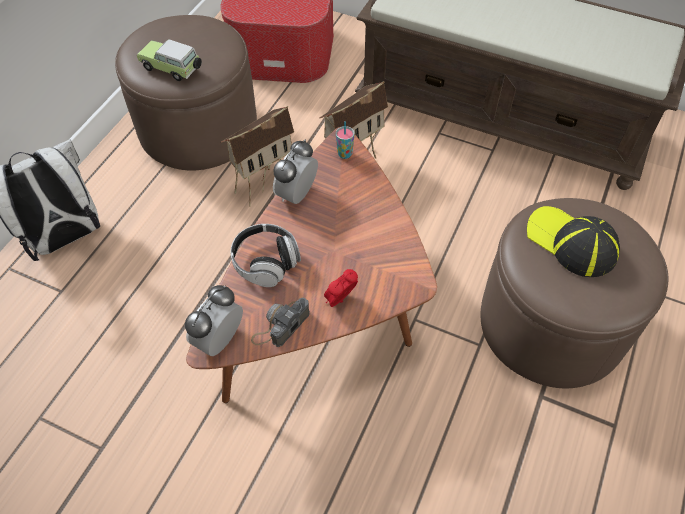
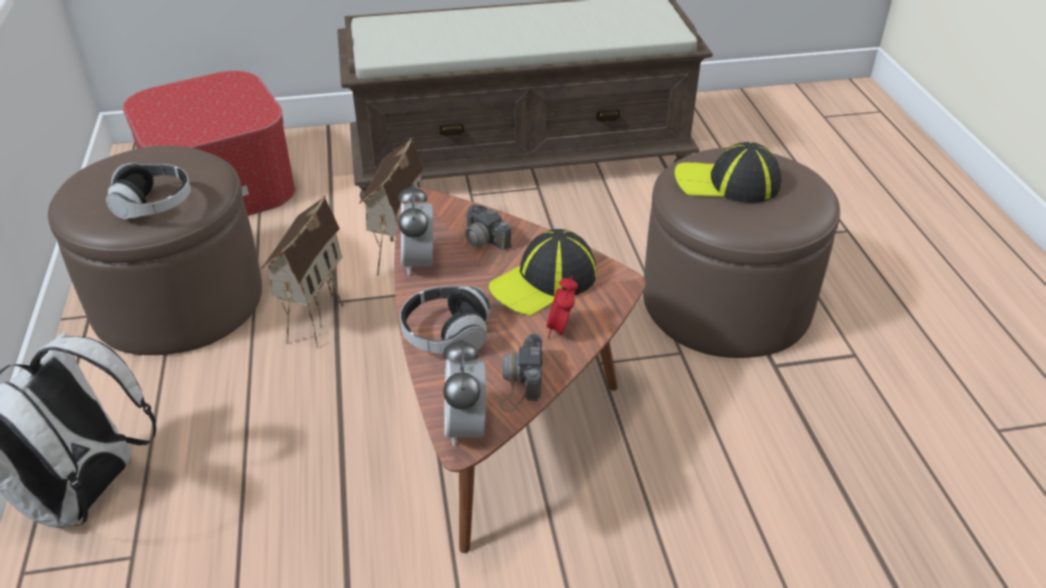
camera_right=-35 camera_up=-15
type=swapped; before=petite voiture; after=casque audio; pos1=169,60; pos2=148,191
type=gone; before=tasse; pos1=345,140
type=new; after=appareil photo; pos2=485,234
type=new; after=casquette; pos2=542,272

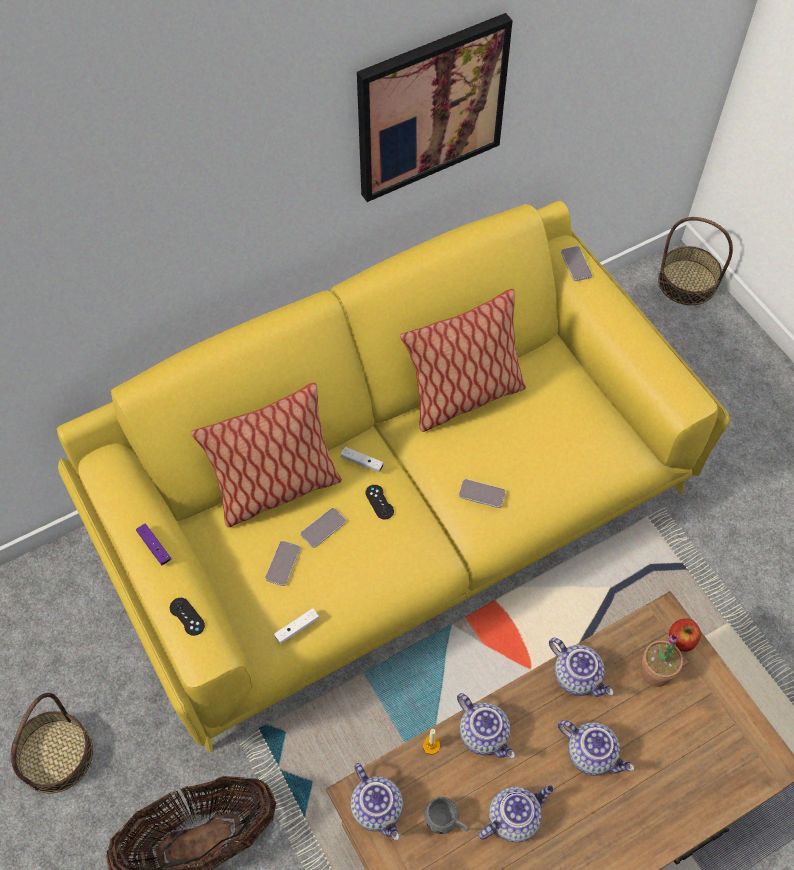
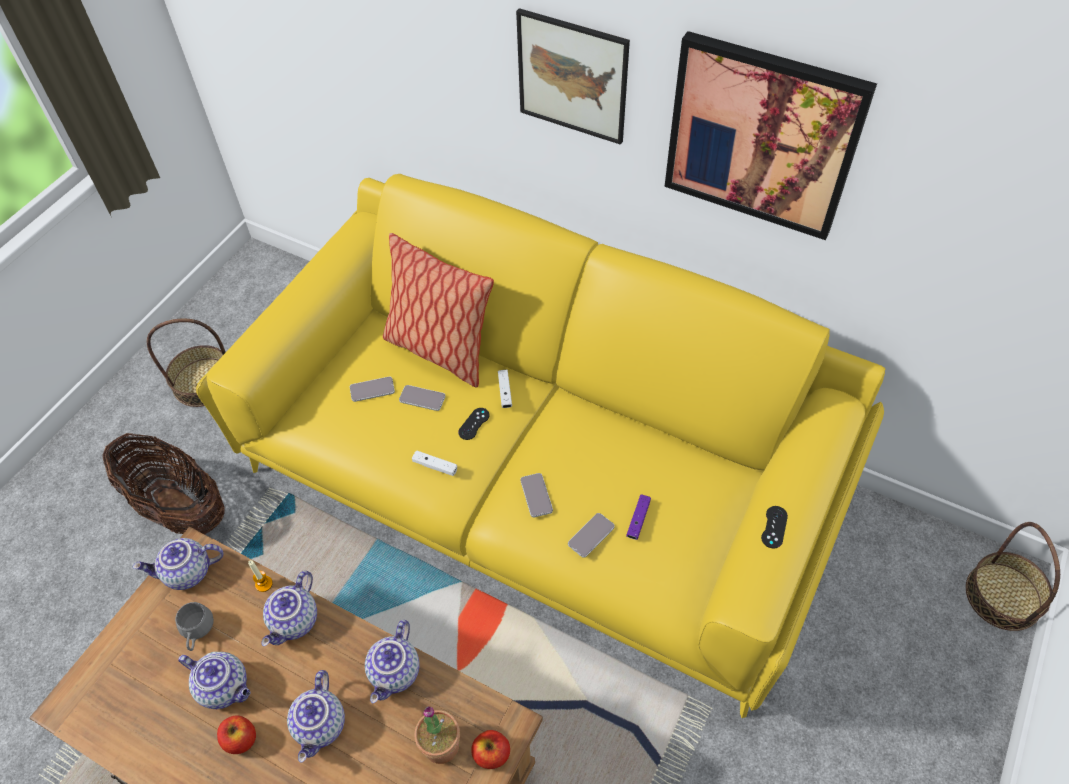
camera_right=60 camera_up=-5
type=shifted; before=téléphone; pos1=576,263; pos2=591,535
type=gone; before=coussin; pos1=463,360
type=shifted; before=manette [violet]; pos1=153,544; pos2=638,517
type=shifted; before=manette [noir]; pos1=187,617; pos2=774,527
type=shifted; before=manette [blanc]; pos1=296,626; pos2=434,463
type=rotated; before=théière; pos1=377,802; pos2=178,564; turn=45
type=new; after=tableau; pos2=573,76
type=new; after=pomme; pos2=236,734

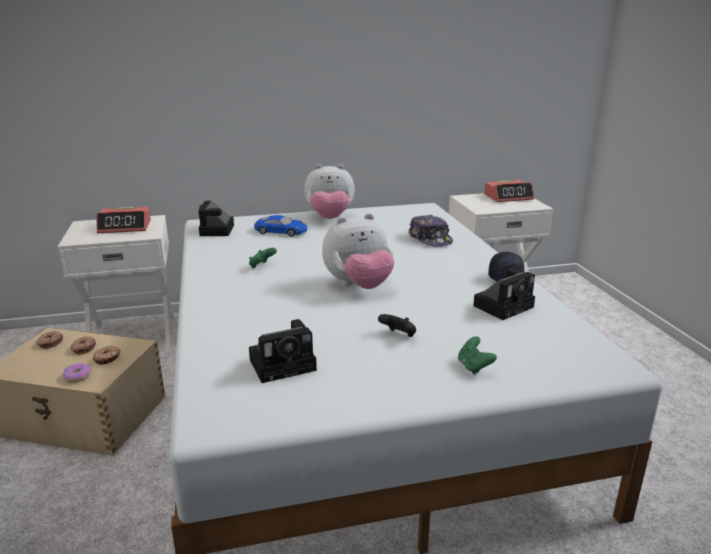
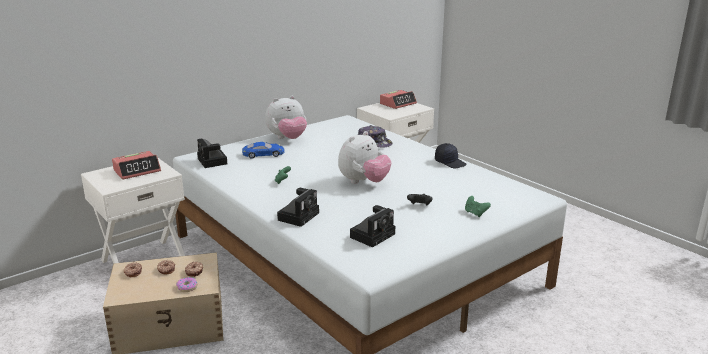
camera_right=-25 camera_up=0
type=shifted; before=appareil photo; pos1=504,294; pos2=298,207

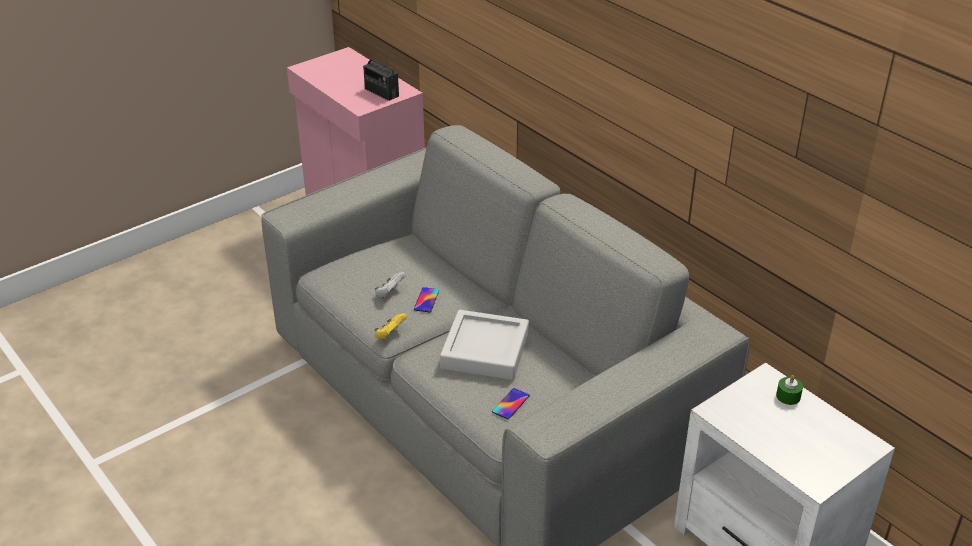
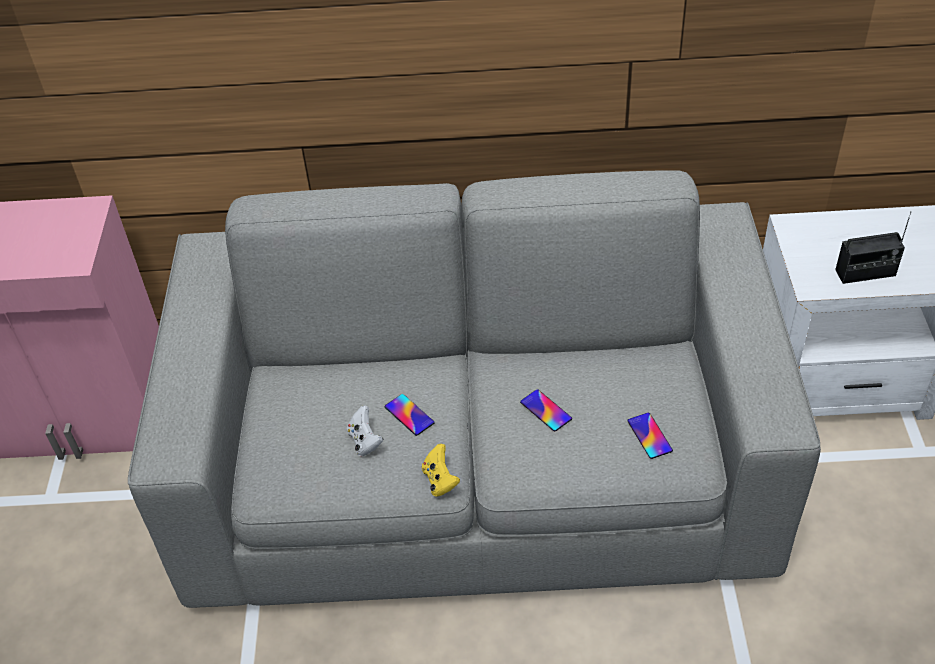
camera_right=-50 camera_up=10
type=shifted; before=radio; pos1=381,75; pos2=873,247
type=swapped; before=plateau [gris]; after=téléphone; pos1=484,345; pos2=546,410
type=gone; before=bougie [vert]; pos1=789,390

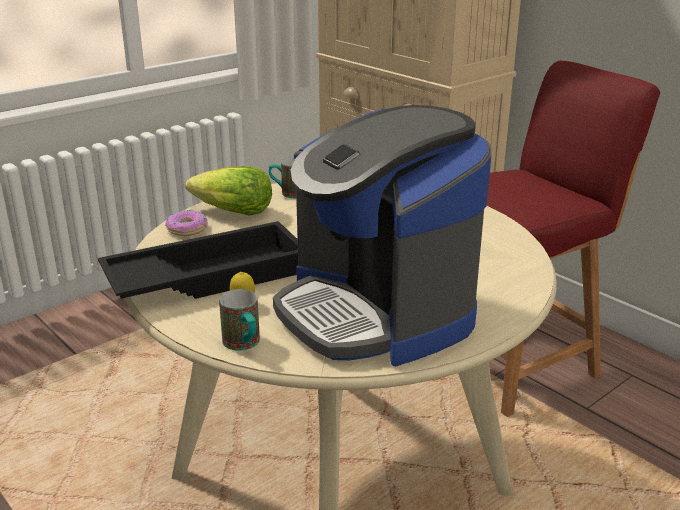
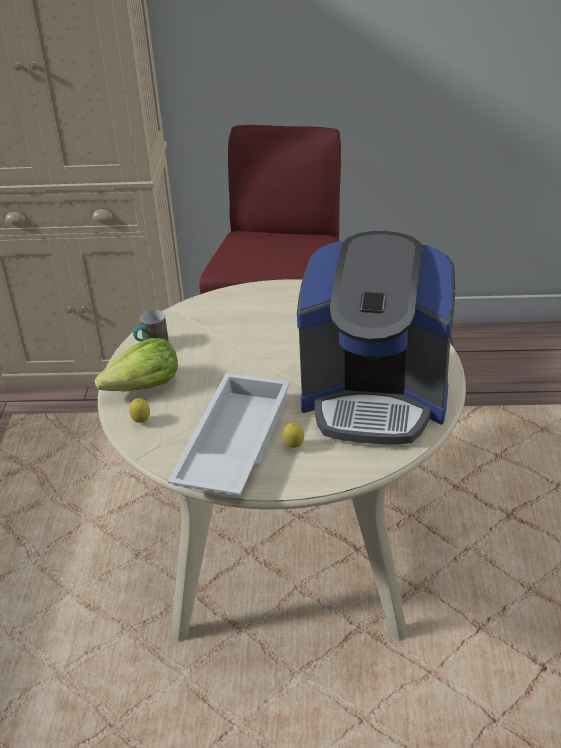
camera_right=-45 camera_up=10
type=swapped; before=beignet; after=citron; pos1=186,223; pos2=139,410
type=repainted; before=plateau [noir]; after=plateau [blanc]; pos1=198,260; pos2=229,434
type=gone; before=mug; pos1=239,320

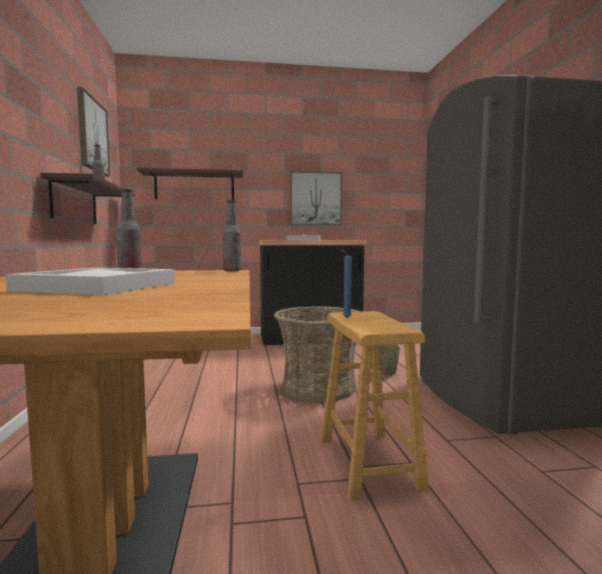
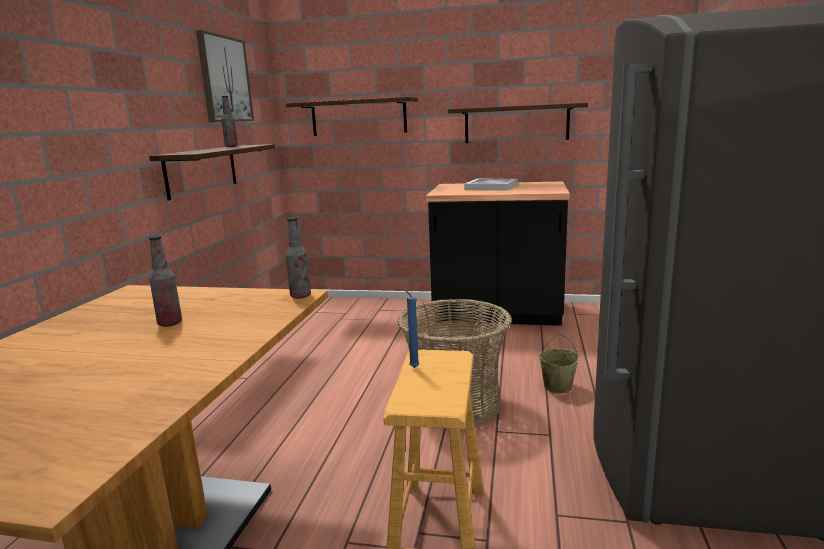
camera_right=20 camera_up=10
type=swapped; before=tableau; after=étagère; pos1=316,198; pos2=518,123
type=gone; before=plateau [blanc]; pos1=90,281

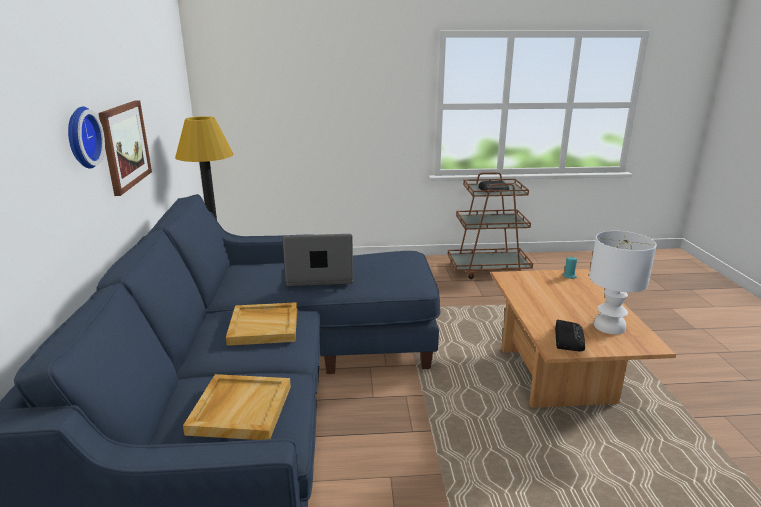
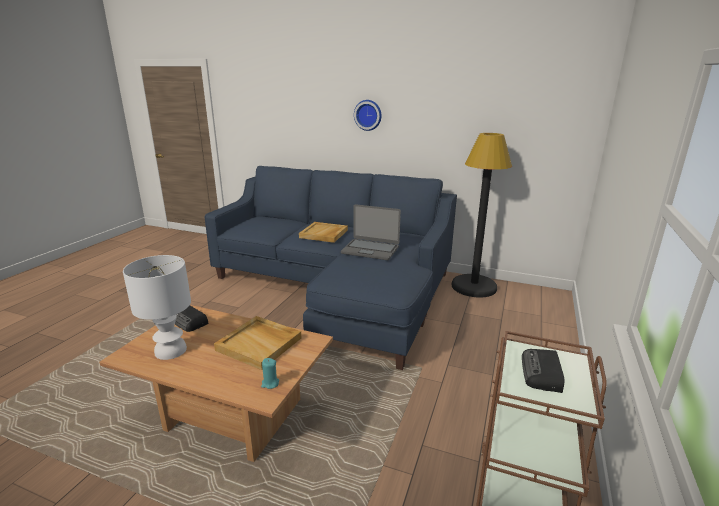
camera_right=115 camera_up=0
type=gone; before=tableau; pos1=125,148
type=rotated; before=ordinateur portable; pos1=318,260; pos2=371,232; turn=90
type=shifted; before=plateau [beige]; pos1=237,407; pos2=258,343

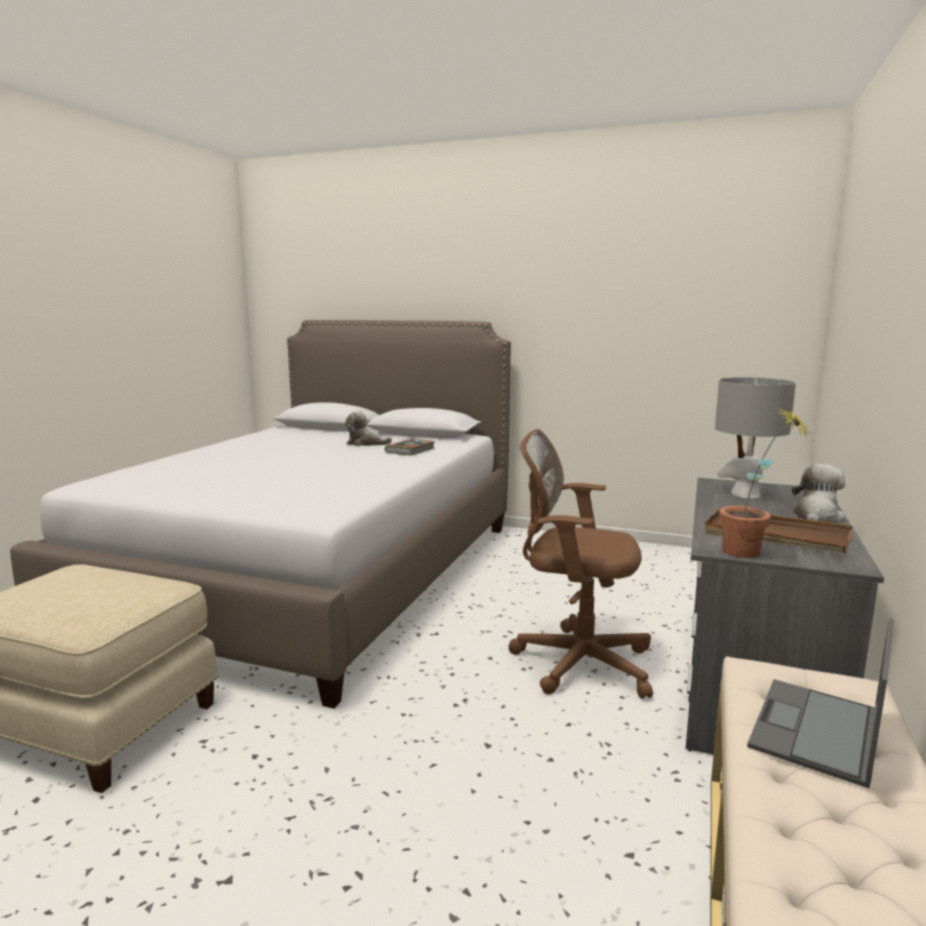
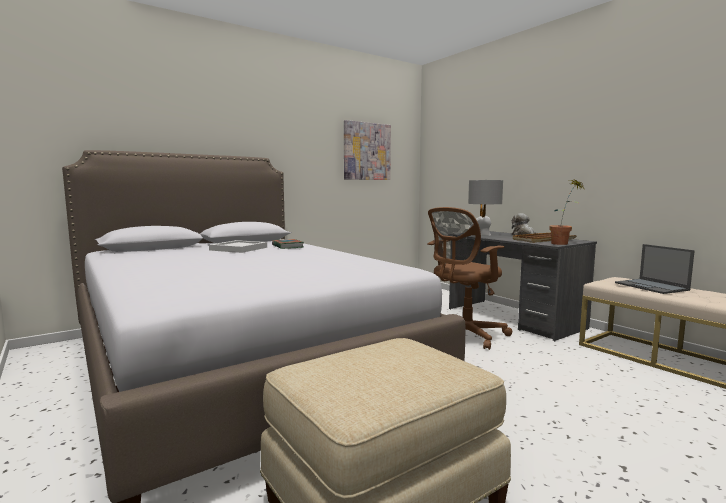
camera_right=-55 camera_up=-5
type=swapped; before=peluche; after=plateau [blanc]; pos1=368,428; pos2=238,246
type=new; after=tableau; pos2=367,150

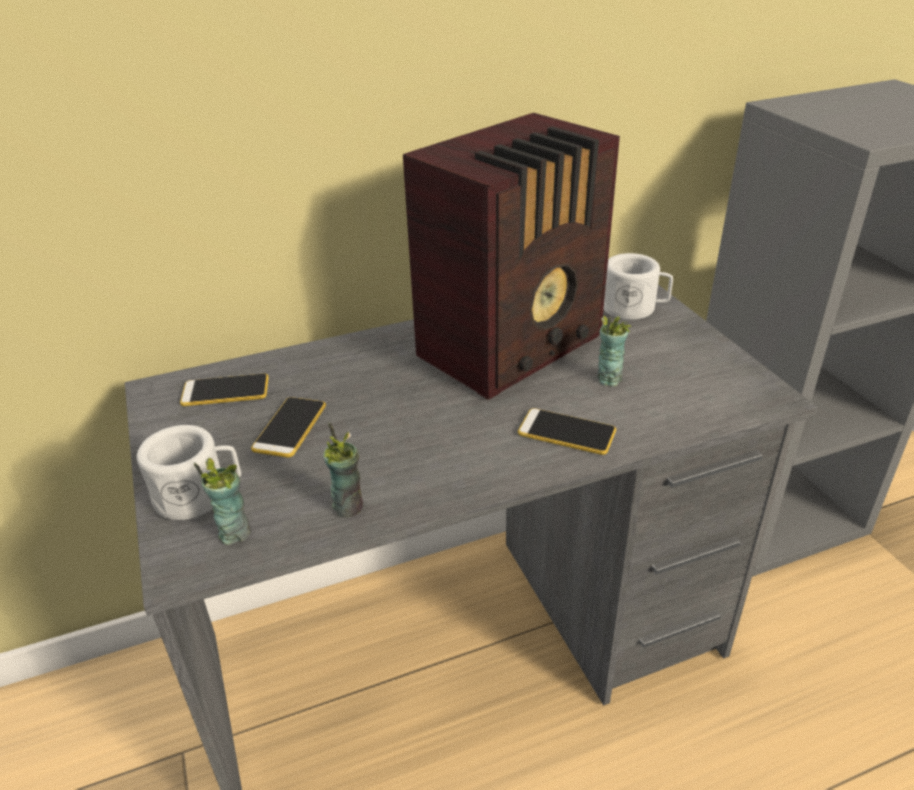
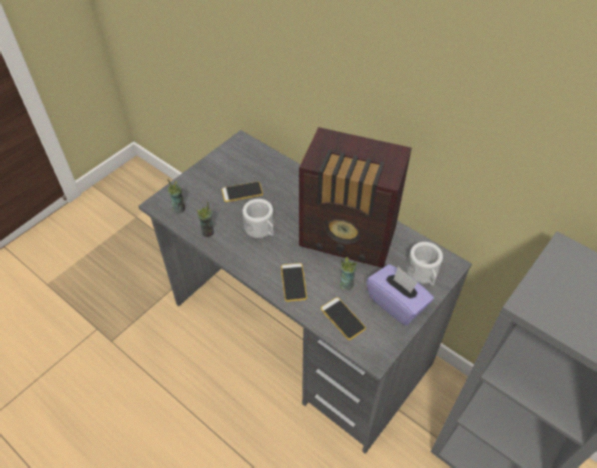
camera_right=60 camera_up=15
type=shifted; before=téléphone; pos1=224,389; pos2=343,318
type=shifted; before=mug [blanc]; pos1=189,472; pos2=258,218
type=new; after=boîte à mouchoirs [violet]; pos2=400,295

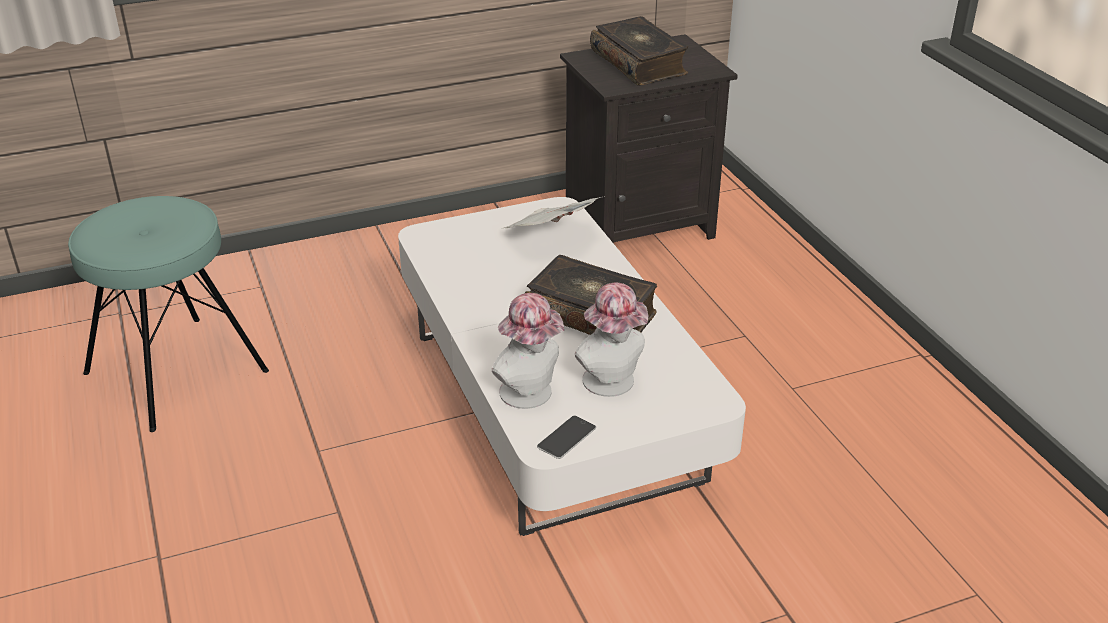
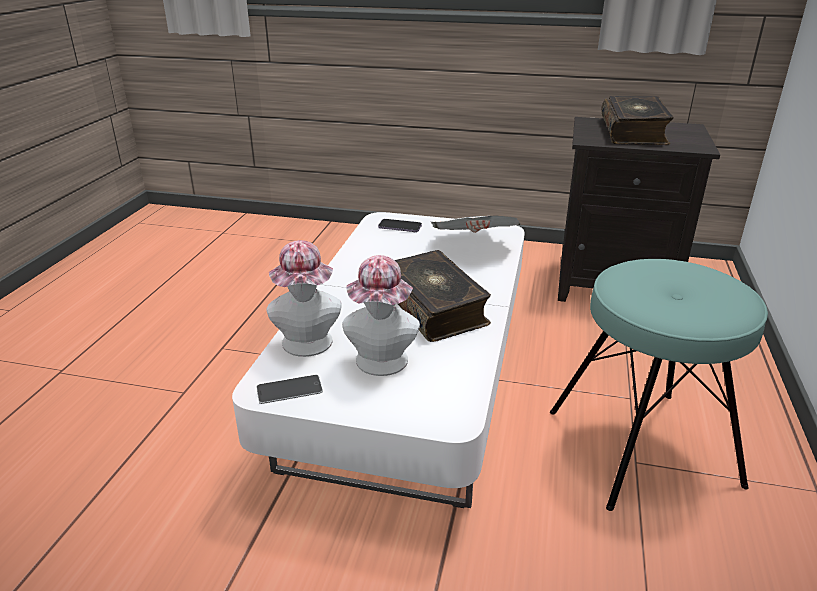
camera_right=35 camera_up=-5
type=shifted; before=tabouret [turquoise]; pos1=168,314; pos2=659,385
type=new; after=téléphone; pos2=400,225

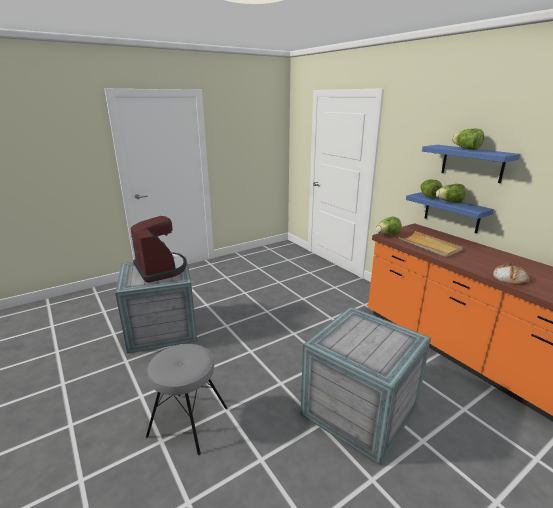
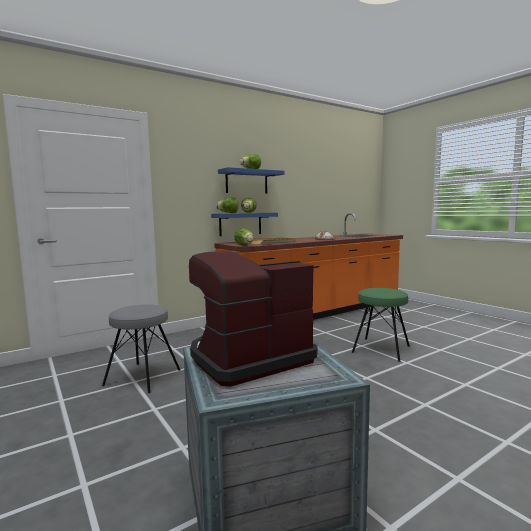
camera_right=-90 camera_up=-15
type=swapped; before=caisse; after=tabouret [vert]; pos1=366,386; pos2=381,325
type=shifted; before=tabouret [gris]; pos1=187,399; pos2=141,349

